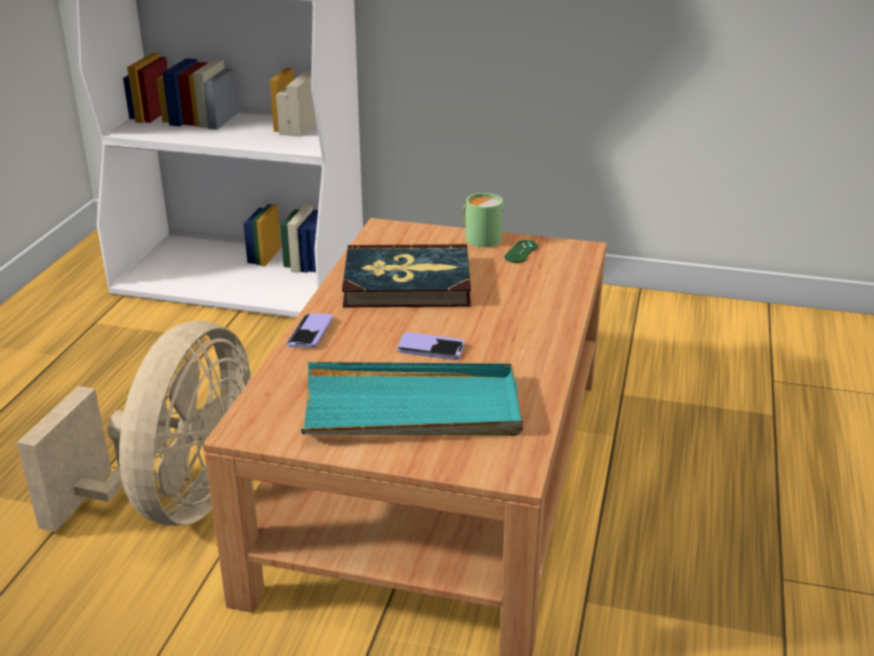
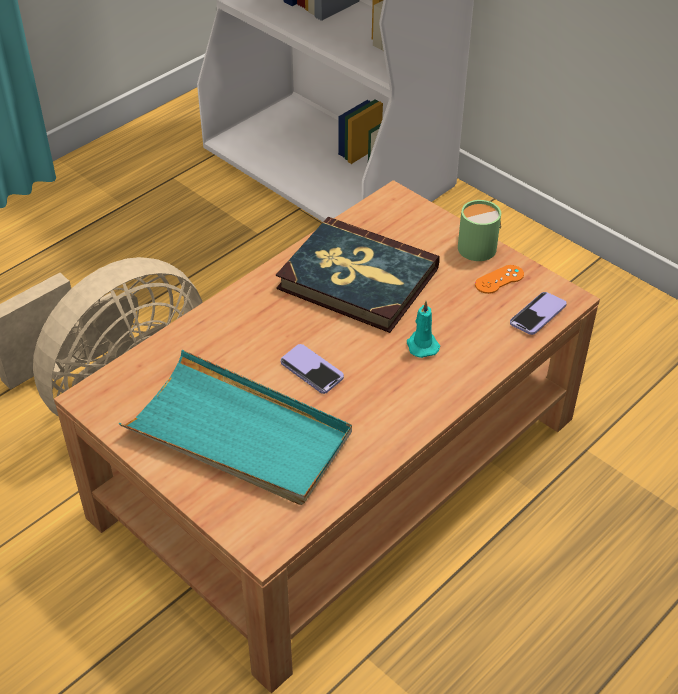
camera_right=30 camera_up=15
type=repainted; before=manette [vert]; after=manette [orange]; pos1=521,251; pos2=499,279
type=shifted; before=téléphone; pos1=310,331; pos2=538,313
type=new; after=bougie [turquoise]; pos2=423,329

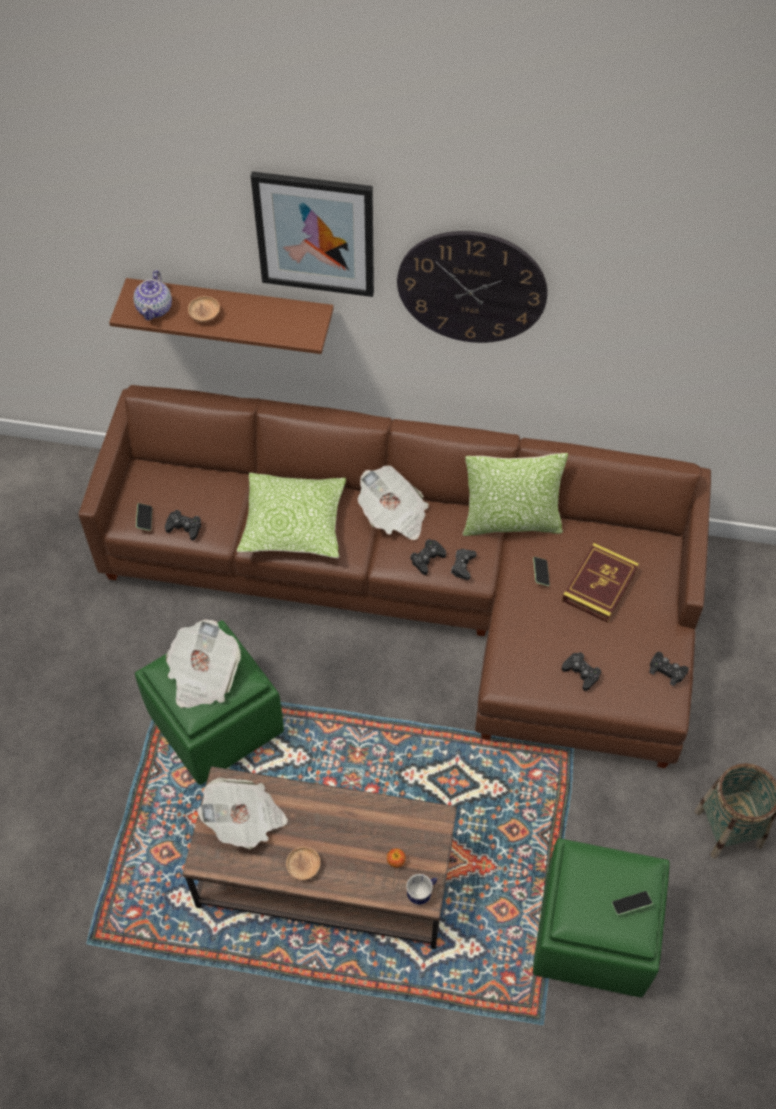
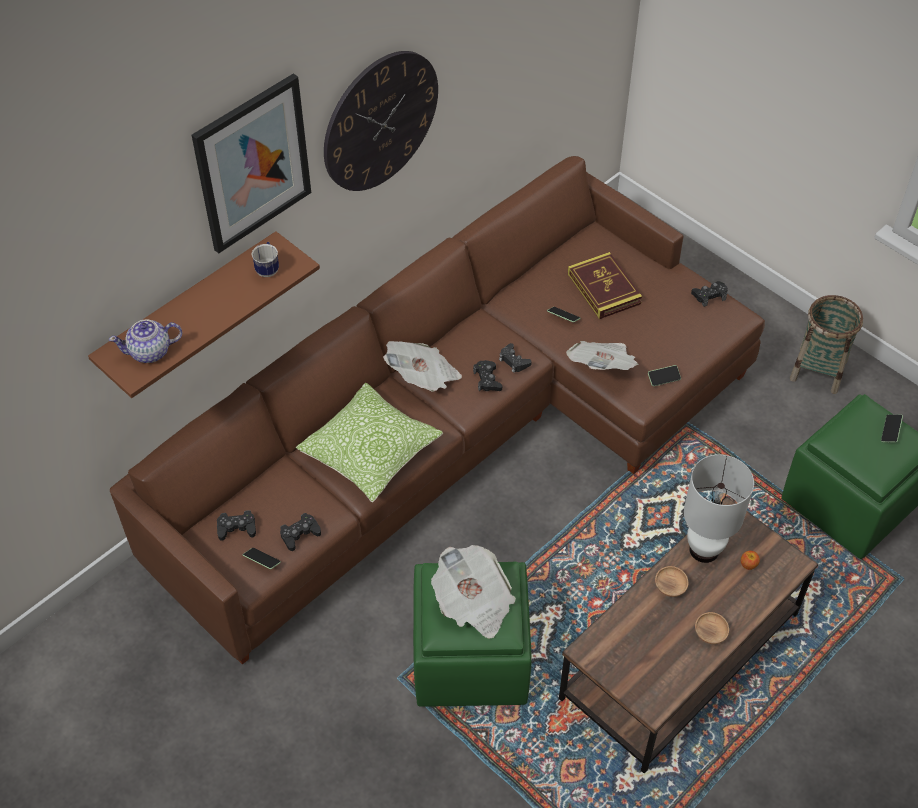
camera_right=-55 camera_up=-5
type=rotated; before=théière; pos1=152,295; pos2=146,341; turn=120
type=shifted; before=bol [marron]; pos1=204,309; pos2=672,581
type=gone; before=coussin; pos1=515,494
type=shifted; before=manette [noir]; pos1=581,671; pos2=236,525
type=shifted; before=journal; pos1=242,813; pos2=602,355
type=shifted; before=mug; pos1=421,889; pos2=265,259
type=new; after=téléphone; pos2=664,375
type=new; after=lampe de table [blanc]; pos2=719,509

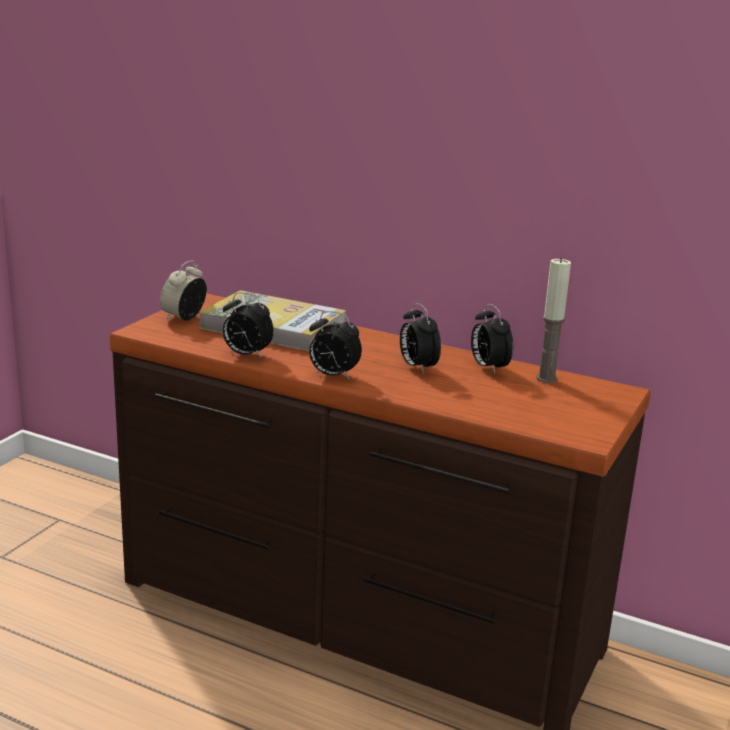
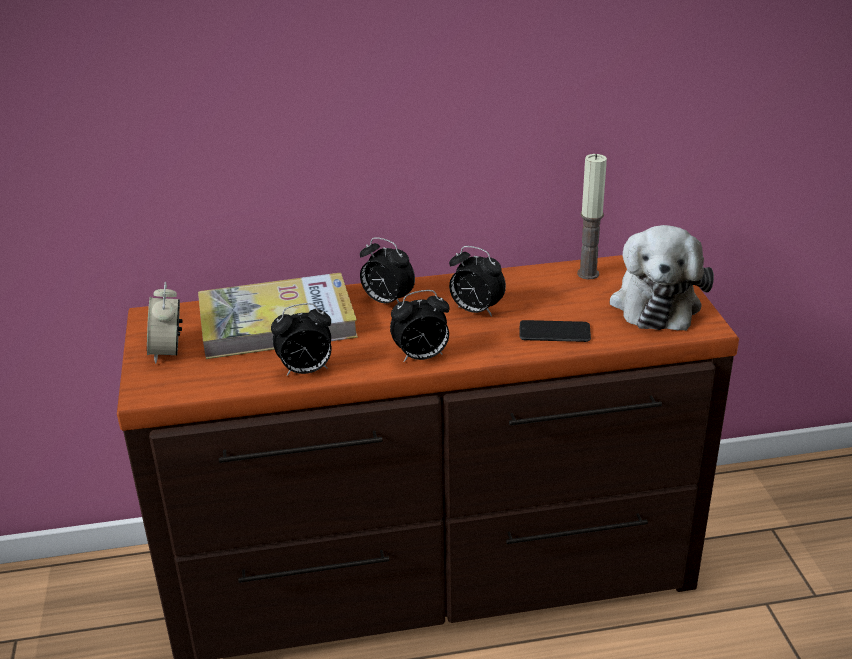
camera_right=-35 camera_up=10
type=shifted; before=réveil; pos1=492,339; pos2=387,270
type=new; after=peluche; pos2=662,278
type=new; after=téléphone; pos2=555,331

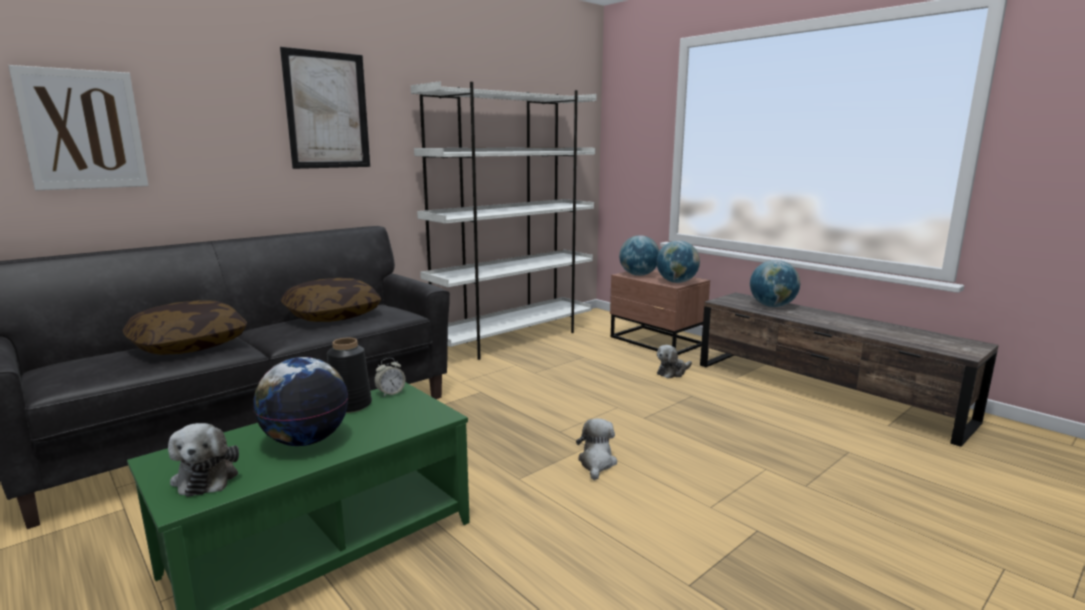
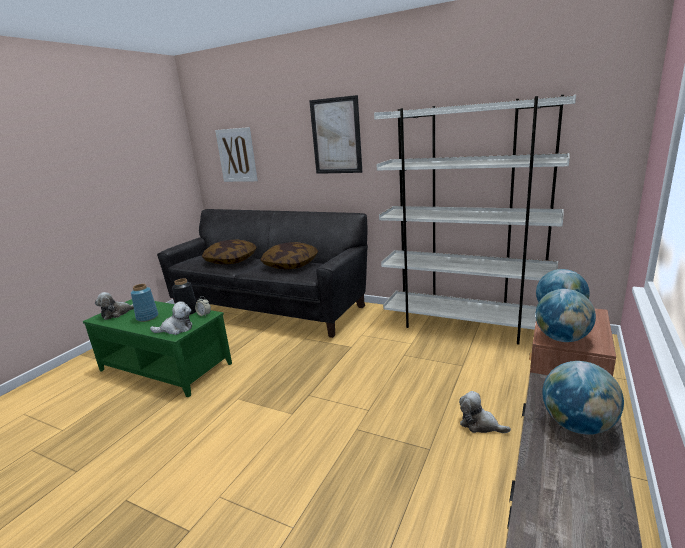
camera_right=70 camera_up=5
type=swapped; before=globe; after=vase [bleu]; pos1=300,401; pos2=144,303
type=shifted; before=peluche; pos1=596,449; pos2=171,318

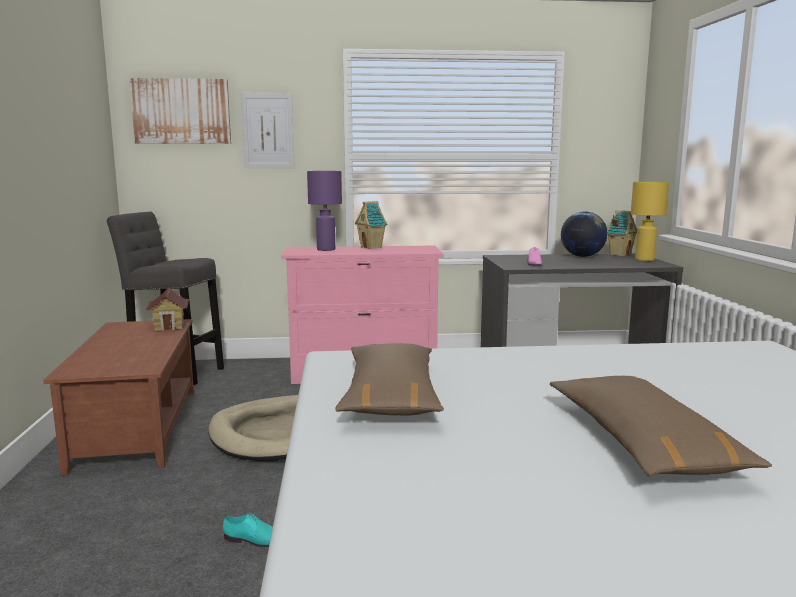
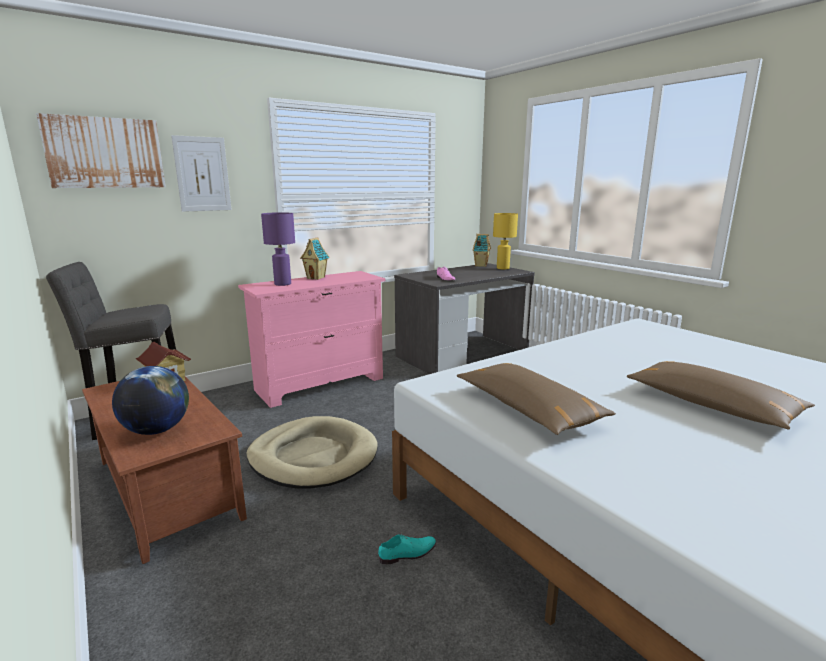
camera_right=-30 camera_up=5
type=shifted; before=globe; pos1=584,234; pos2=150,400

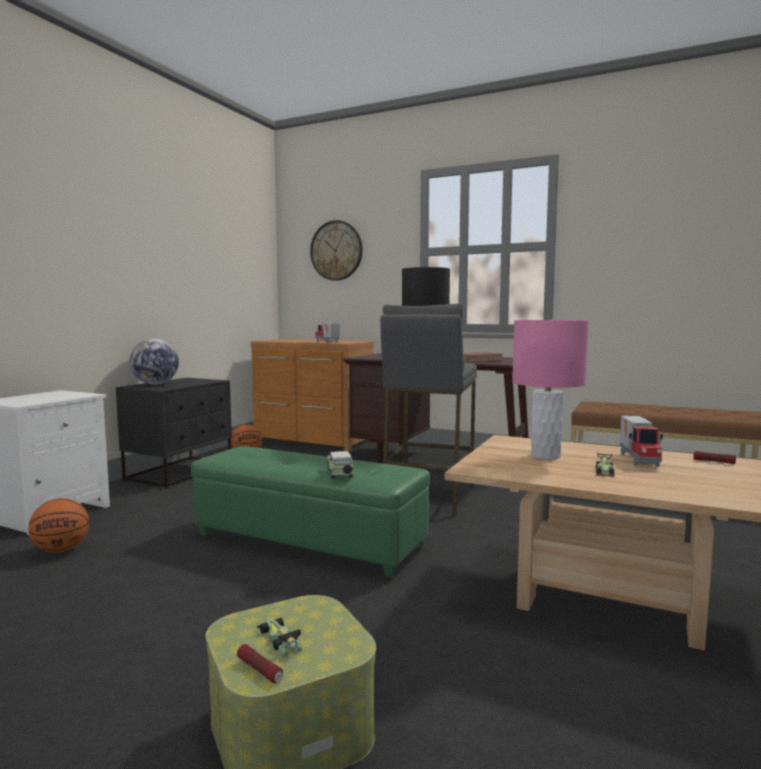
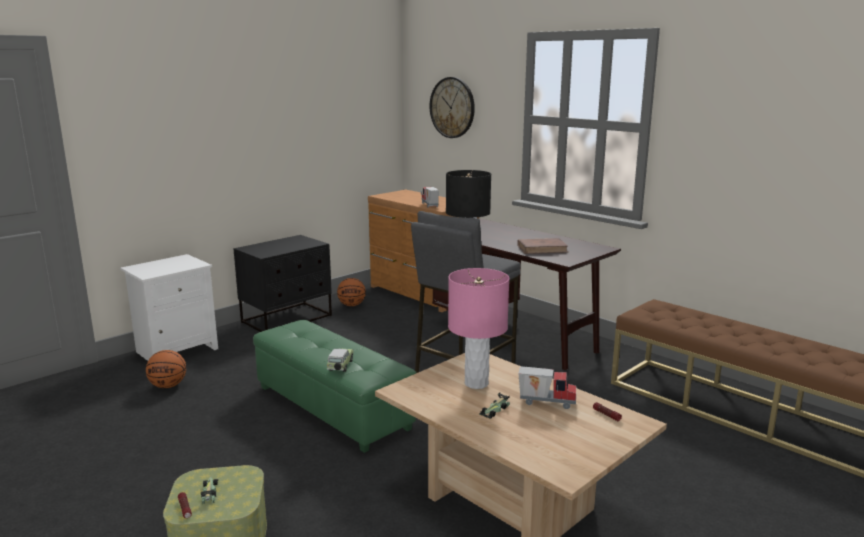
camera_right=20 camera_up=10
type=gone; before=globe; pos1=154,362
type=rotated; before=camion jouet; pos1=641,441; pos2=547,387; turn=-105

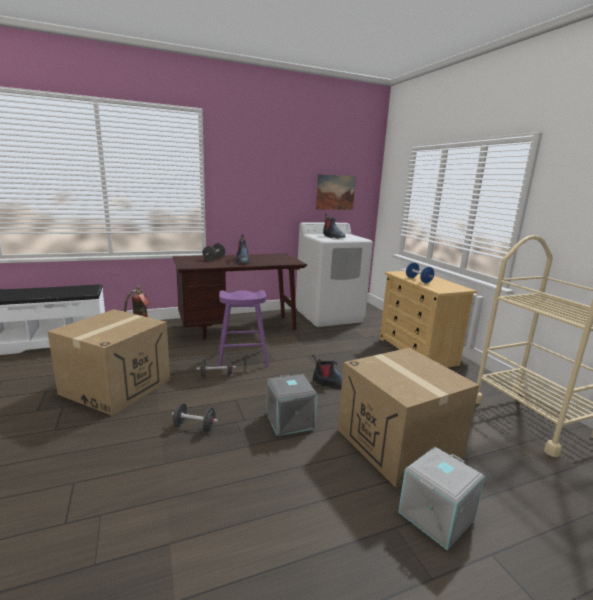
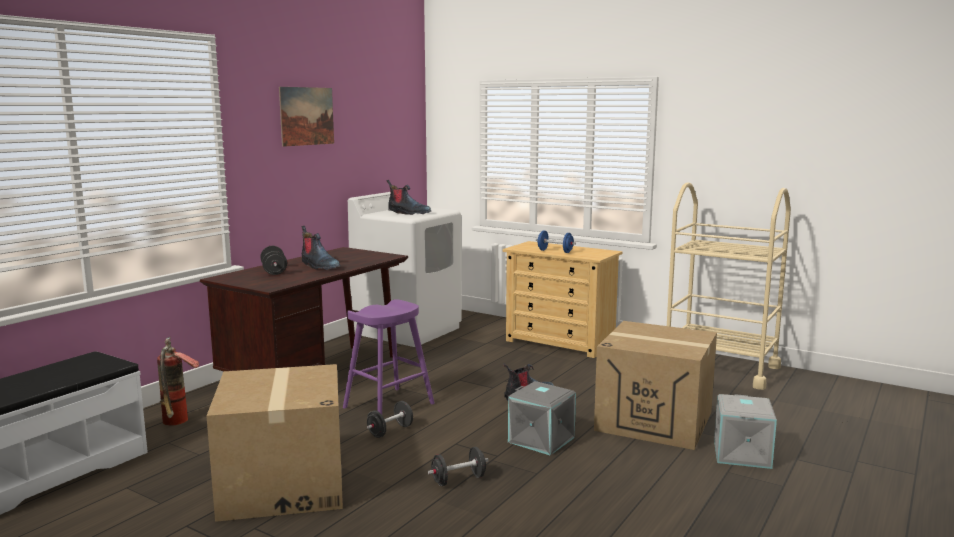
camera_right=-35 camera_up=-5
type=shifted; before=tableau; pos1=336,192; pos2=306,117

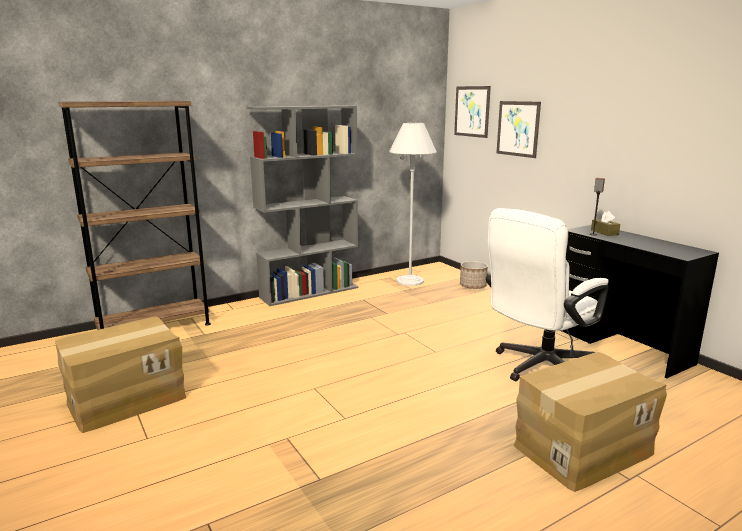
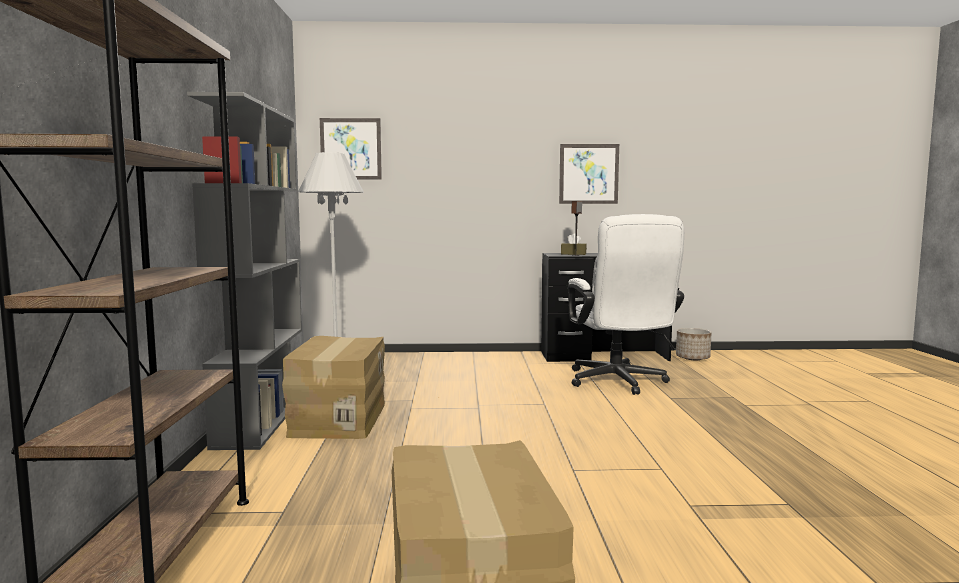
camera_right=-60 camera_up=-10
type=shifted; before=tableau; pos1=518,129; pos2=589,174
type=shifted; before=cache-pot; pos1=474,275; pos2=694,344
type=shifted; before=carton; pos1=590,422; pos2=333,387

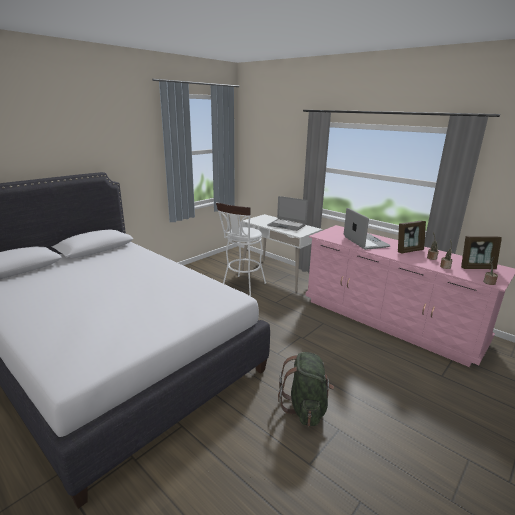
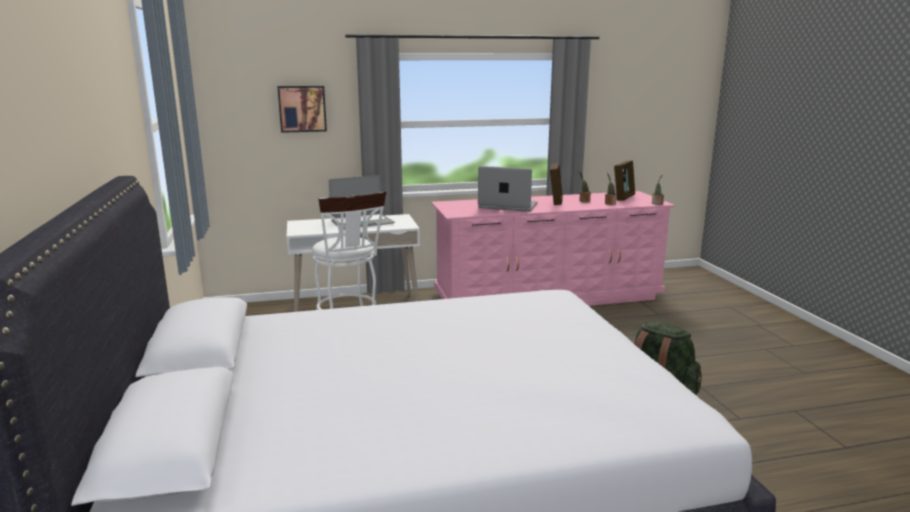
camera_right=-55 camera_up=-5
type=new; after=tableau; pos2=302,109

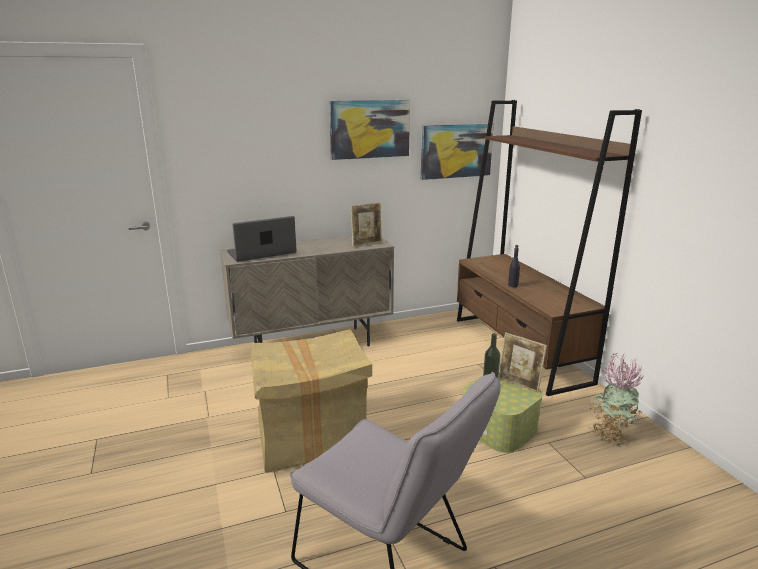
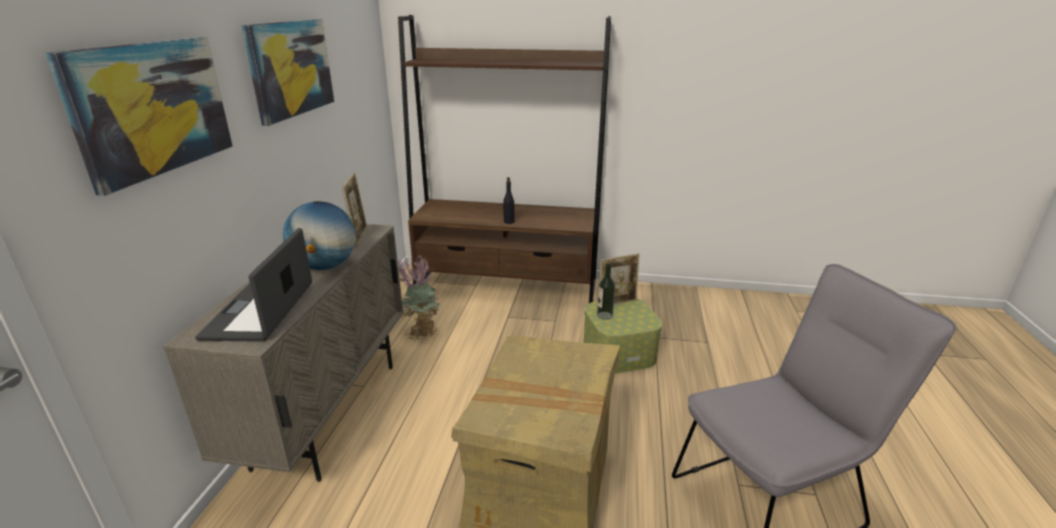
camera_right=-60 camera_up=5
type=shifted; before=tableau; pos1=457,152; pos2=139,116
type=shifted; before=plante en pot; pos1=616,399; pos2=419,298
type=new; after=globe; pos2=319,235

